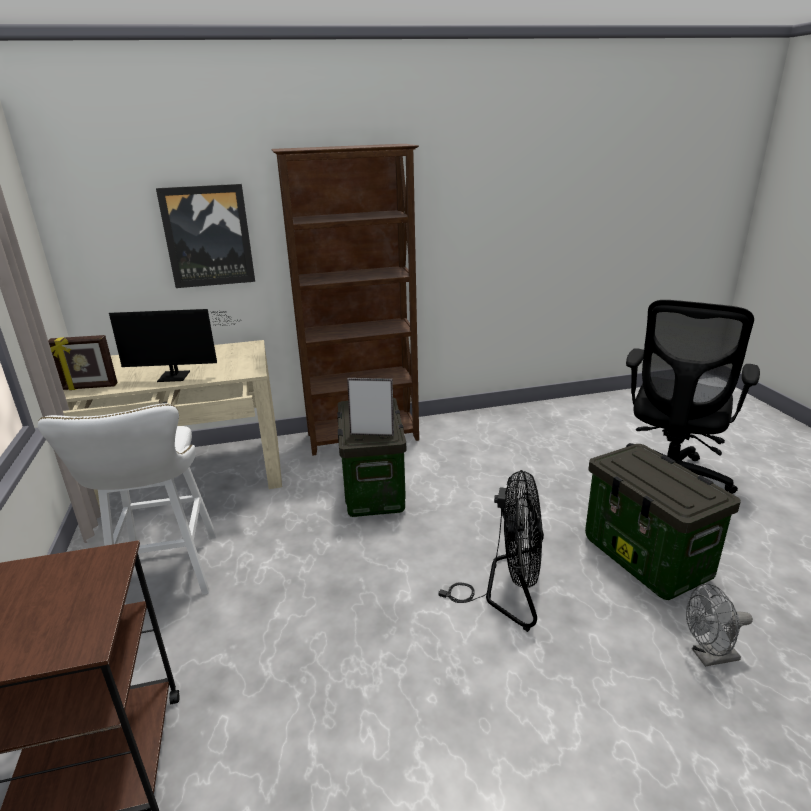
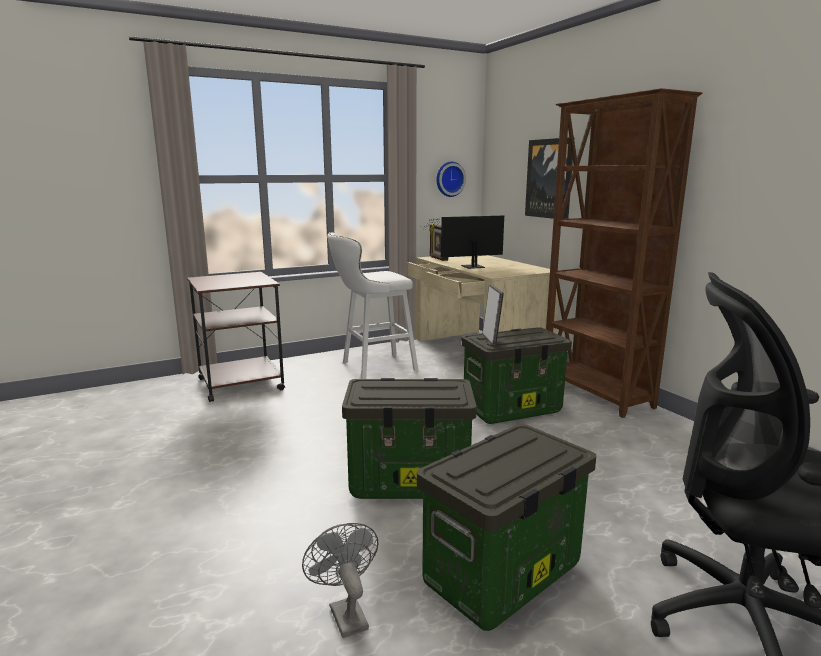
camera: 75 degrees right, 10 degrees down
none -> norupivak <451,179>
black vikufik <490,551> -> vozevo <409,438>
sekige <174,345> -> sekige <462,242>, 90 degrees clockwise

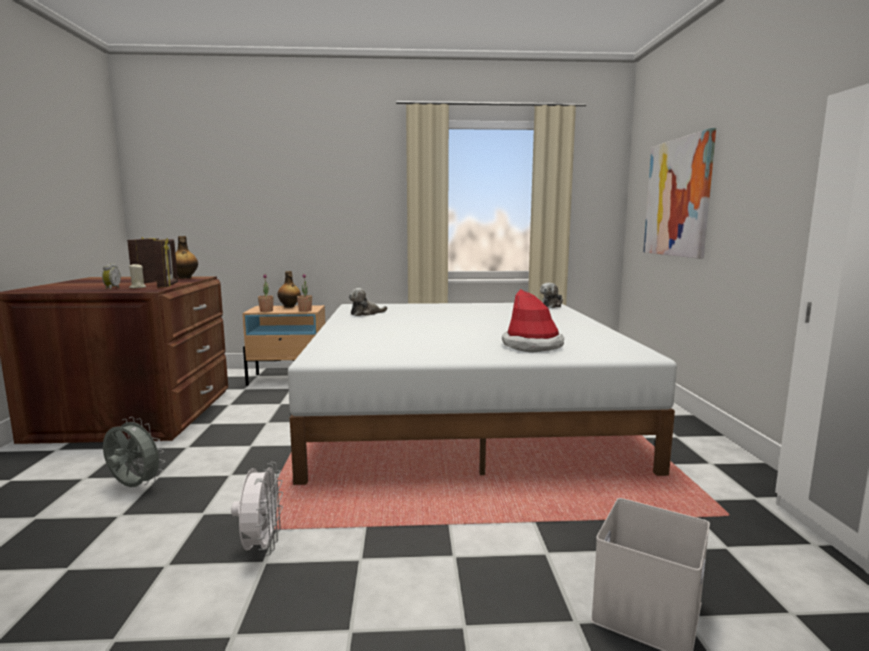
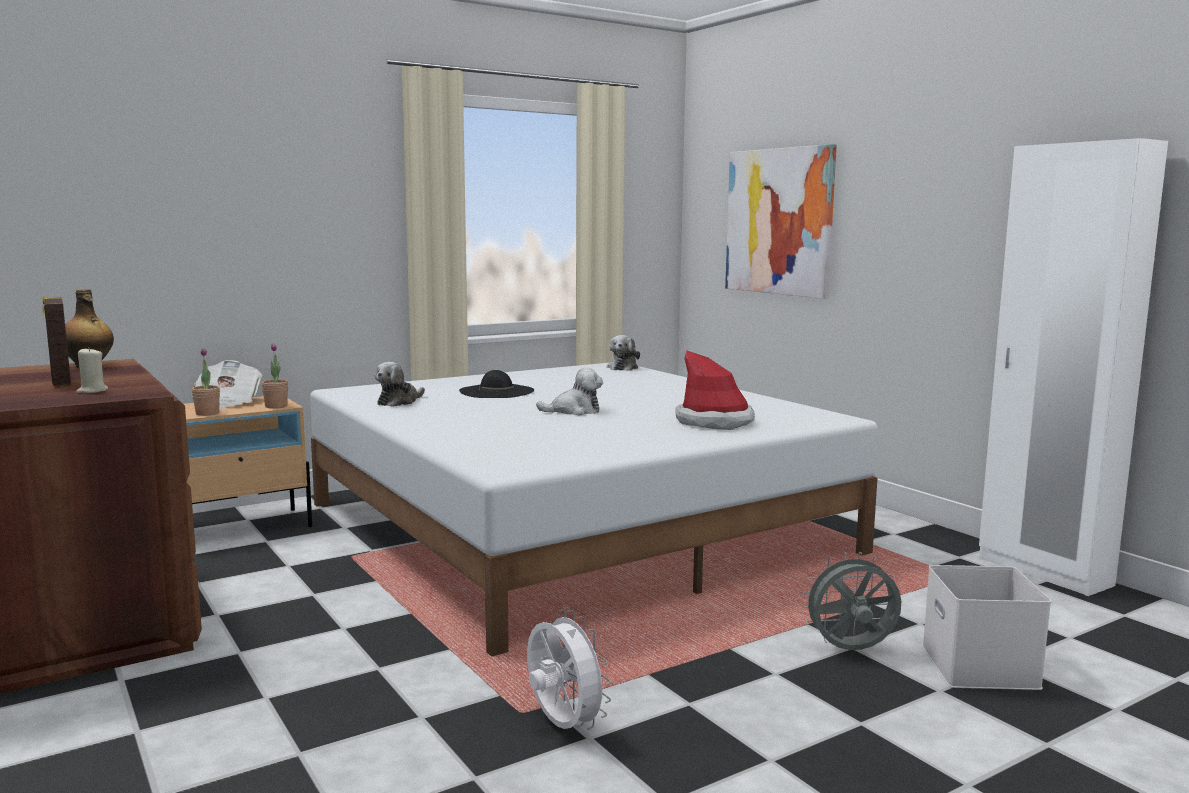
camera: 30 degrees left, 0 degrees up
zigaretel <111,276> -> none
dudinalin <165,262> -> none
none -> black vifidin <496,384>
none -> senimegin <569,392>
grey vikufik <134,452> -> grey vikufik <851,601>, moved
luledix <289,289> -> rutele <228,384>

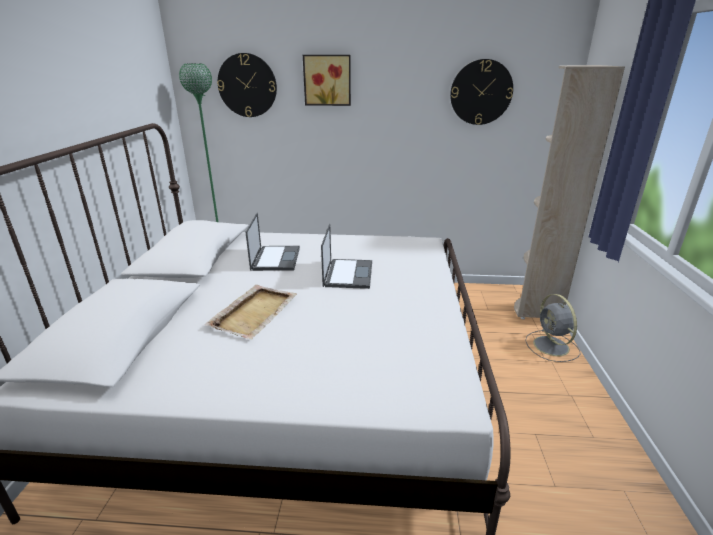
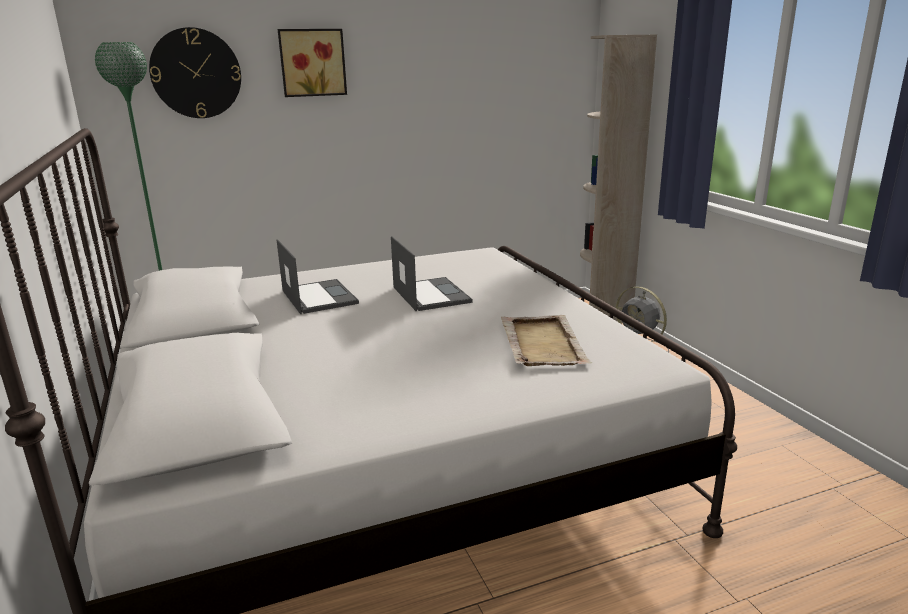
camera: 25 degrees left, 5 degrees down
norupivak <481,92> -> none
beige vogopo <250,312> -> beige vogopo <546,340>, moved

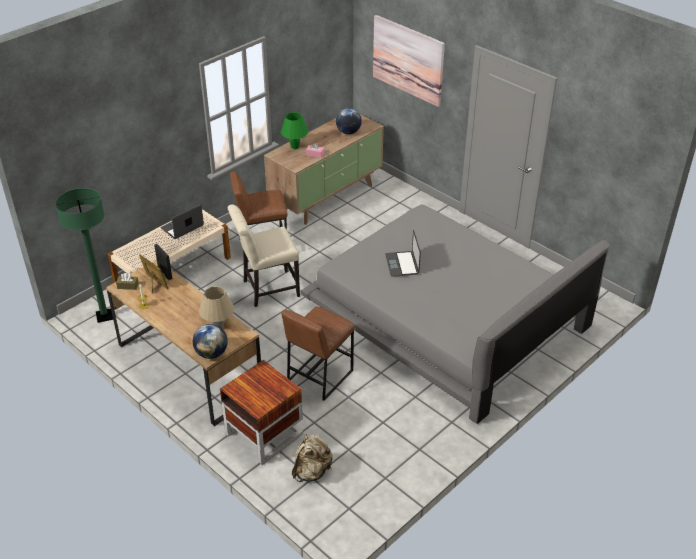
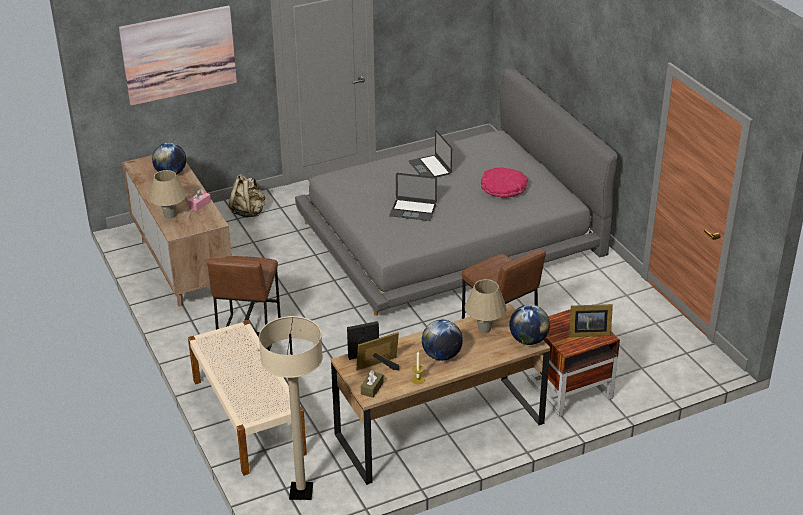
camera: 70 degrees left, 5 degrees down
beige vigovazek <264,256> -> none
none -> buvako <442,340>
none -> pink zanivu <504,182>
none -> dudinalin <591,320>
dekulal <182,221> -> dekulal <430,153>, moved
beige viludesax <312,458> -> beige viludesax <247,196>, moved
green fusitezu <84,255> -> beige fusitezu <291,408>
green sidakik <294,130> -> beige sidakik <167,194>

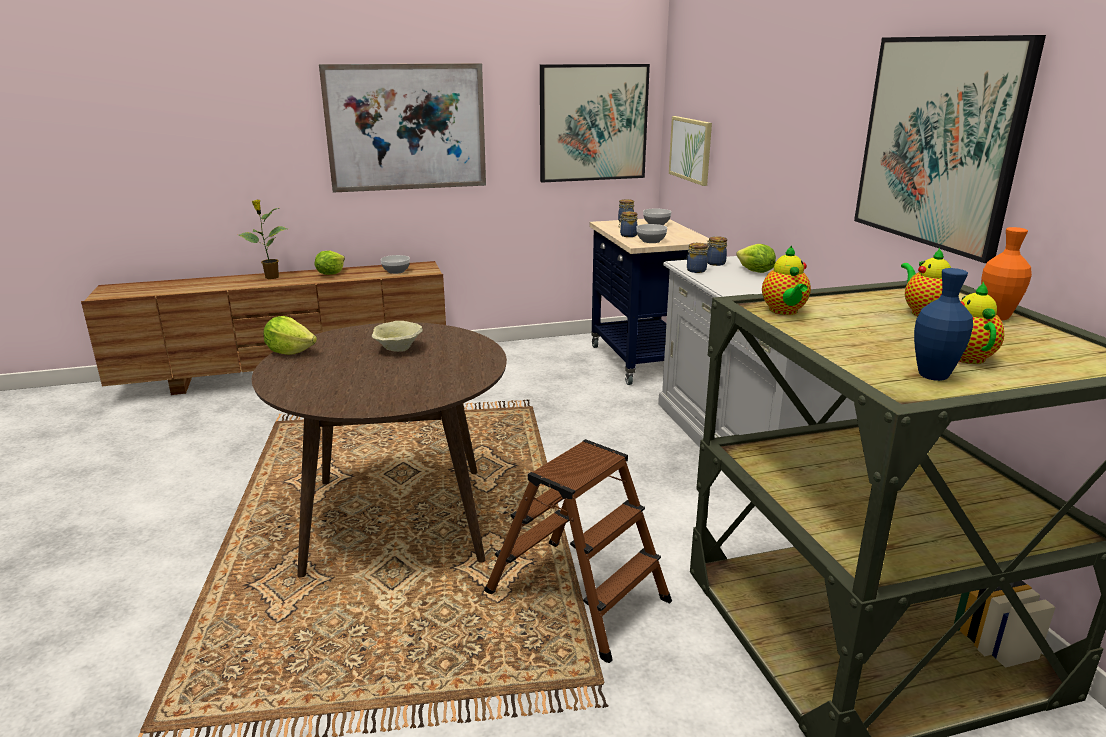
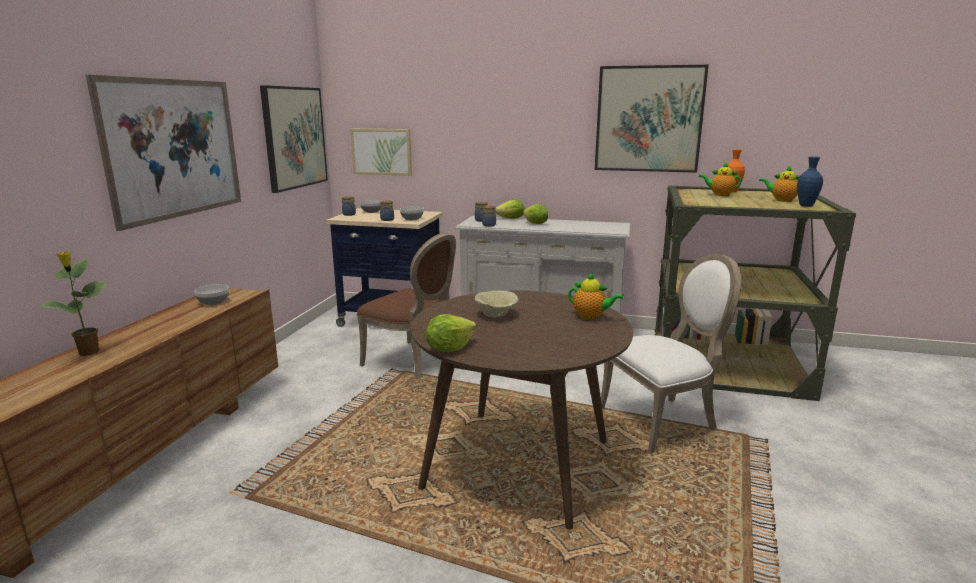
camera: 60 degrees left, 5 degrees down
none -> brown vigovazek <406,306>
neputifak <330,263> -> neputifak <535,214>, moved
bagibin <786,280> -> bagibin <596,296>, moved
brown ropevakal <578,551> -> white vigovazek <671,353>

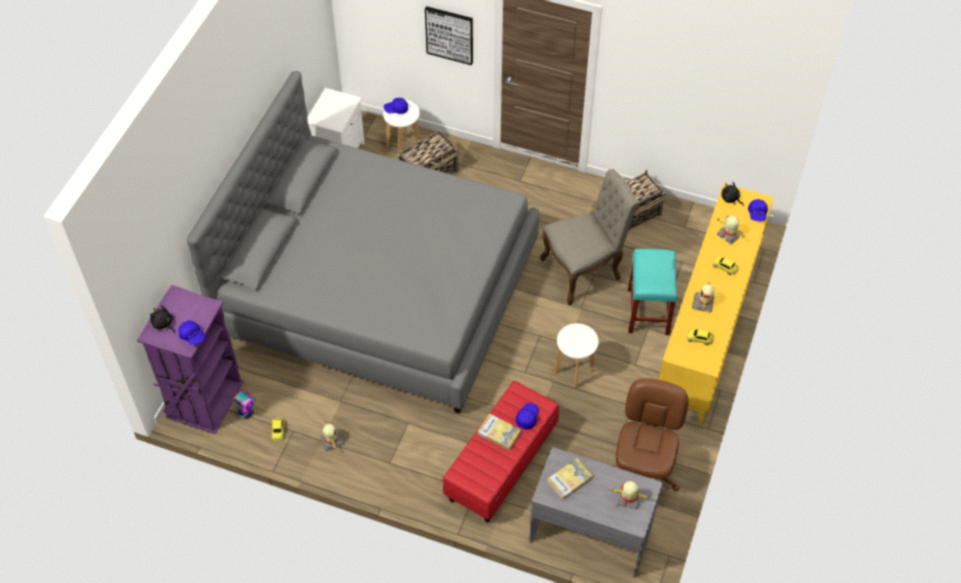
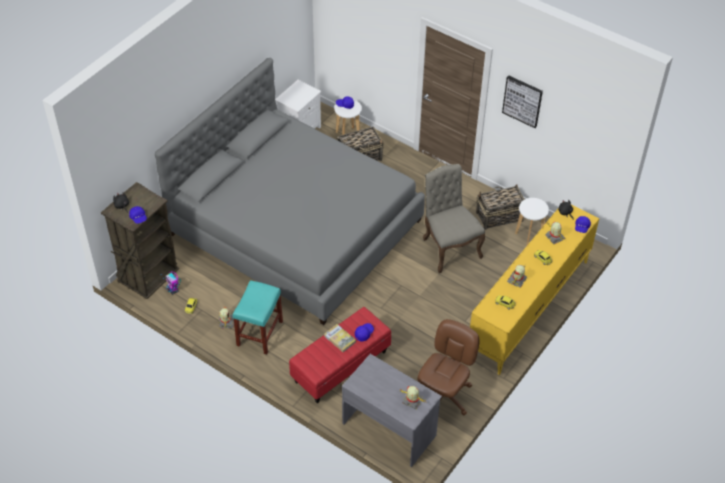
camera: 15 degrees right, 5 degrees down
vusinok <570,479> -> none
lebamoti <449,35> -> lebamoti <522,101>, moved
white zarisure <577,356> -> white zarisure <532,222>, moved
turquoise zarisure <652,292> -> turquoise zarisure <258,317>, moved
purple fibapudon <190,359> -> brown fibapudon <140,240>
grey vigovazek <589,237> -> grey vigovazek <454,218>, 105 degrees counterclockwise

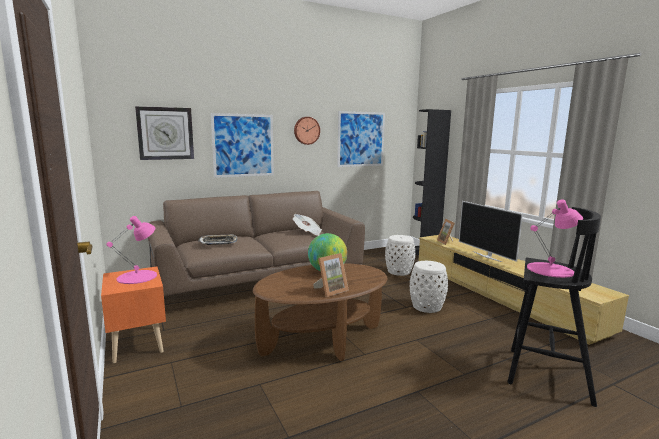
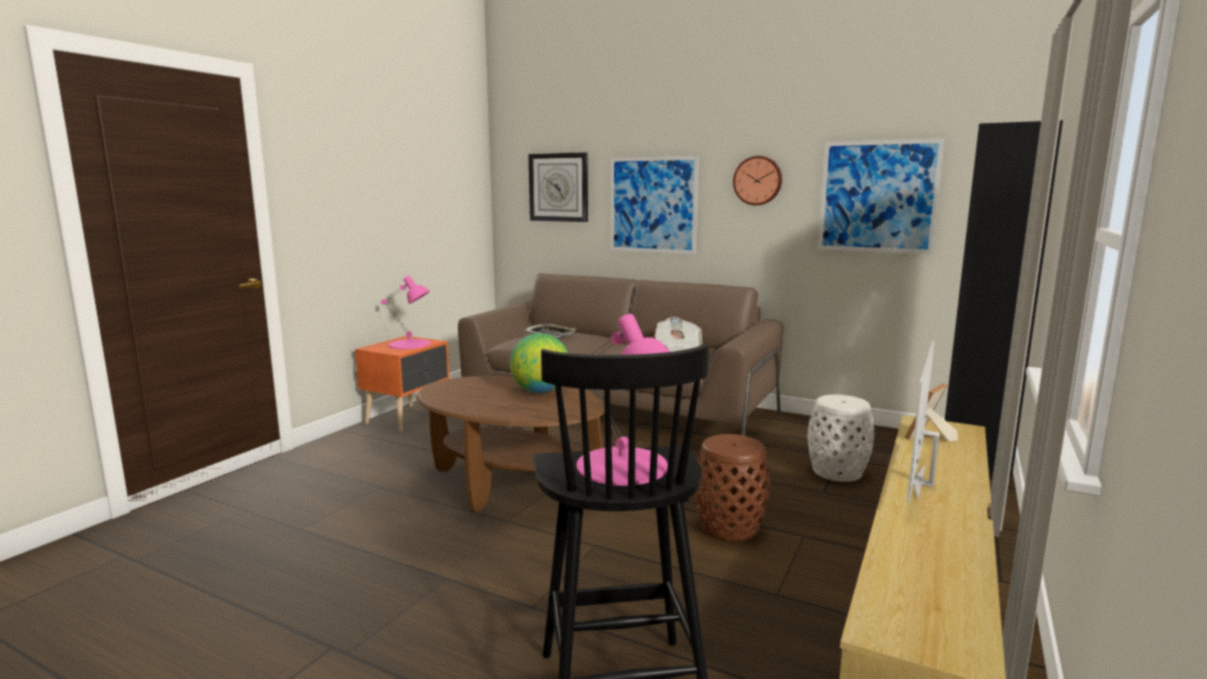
camera: 55 degrees right, 0 degrees up
dudinalin <331,275> -> none
white zarisure <429,287> -> brown zarisure <733,487>

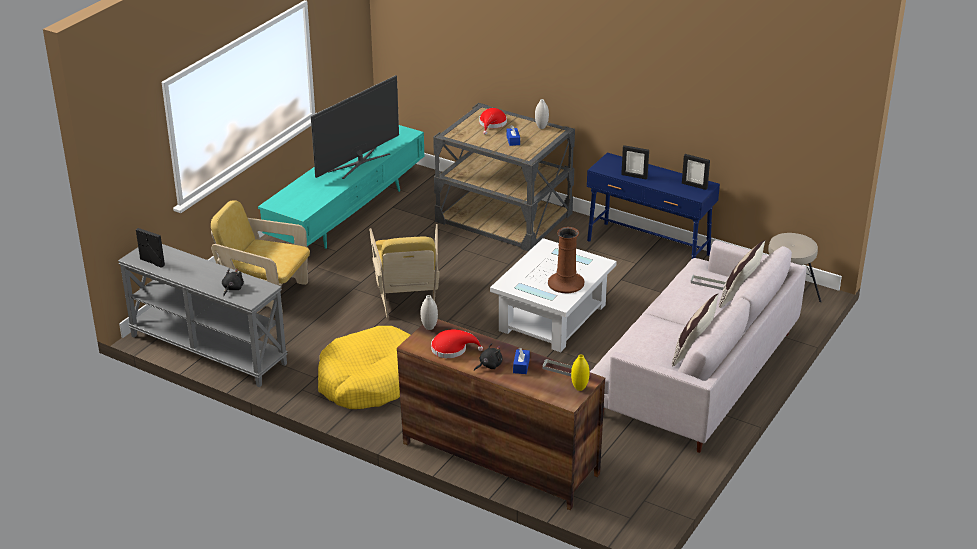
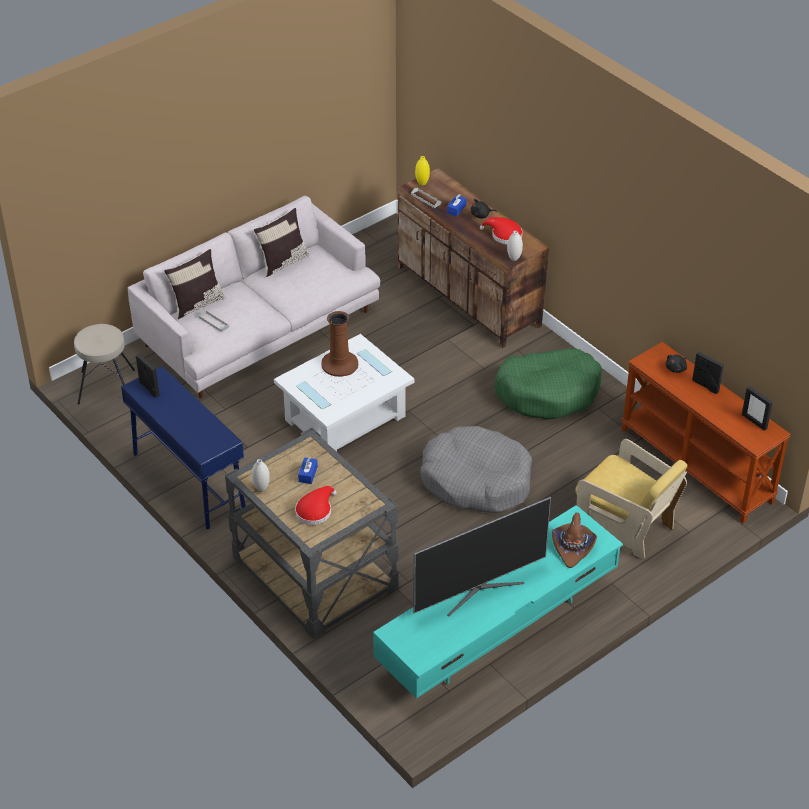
camera: 160 degrees left, 10 degrees up
none -> brown vifidin <574,540>
dudinalin <635,162> -> dudinalin <708,373>, moved
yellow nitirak <404,271> -> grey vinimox <476,469>
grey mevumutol <203,315> -> brown mevumutol <706,433>
yellow vinimox <364,367> -> green vinimox <548,384>

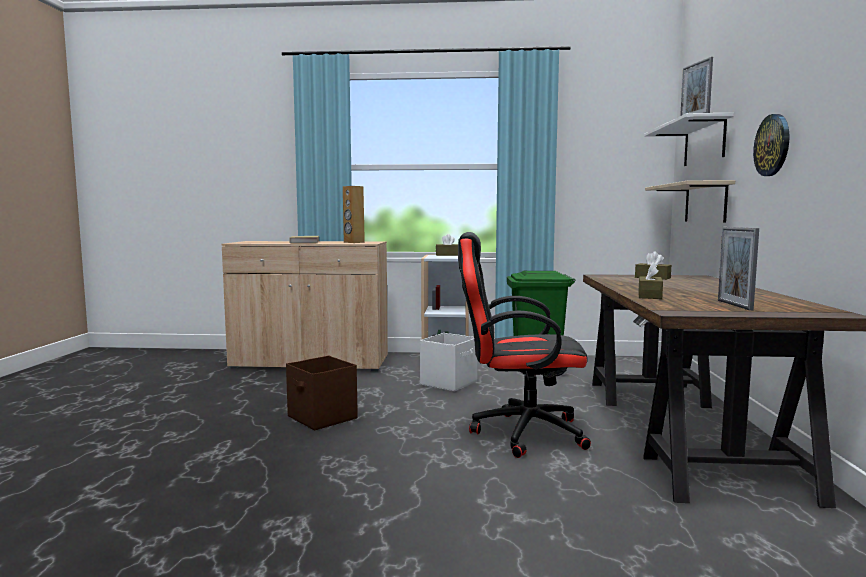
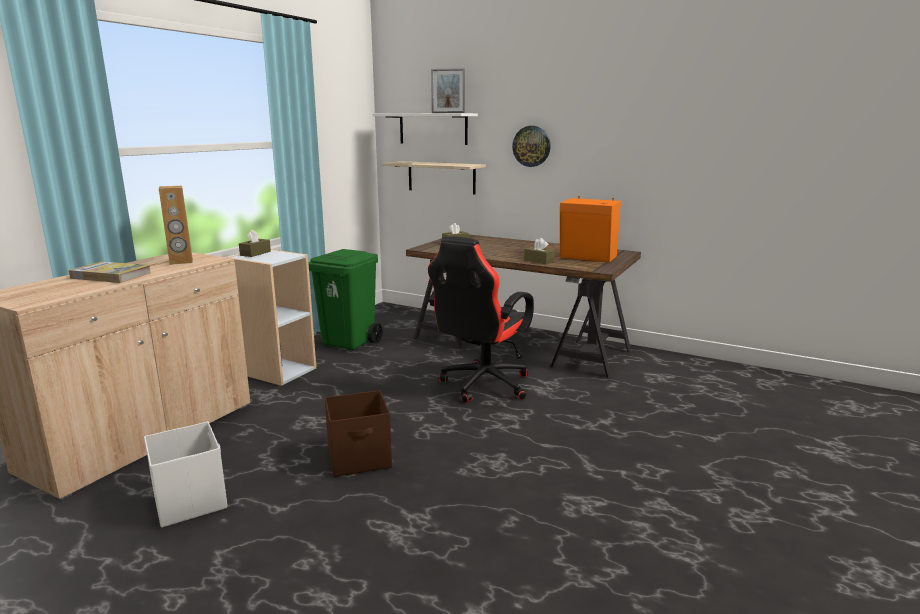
camera: 65 degrees left, 10 degrees up
white vozevo <449,362> -> white vozevo <186,474>, moved
dudinalin <738,269> -> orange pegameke <590,229>

